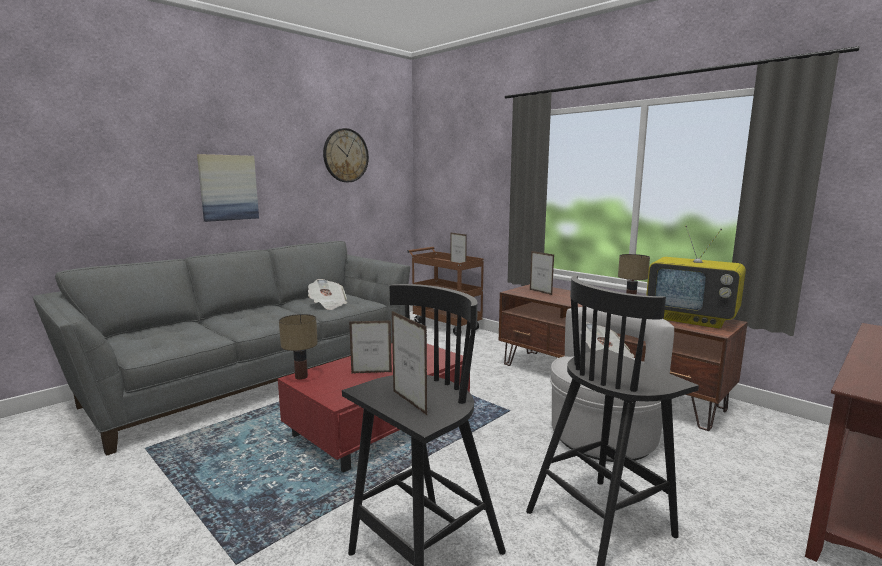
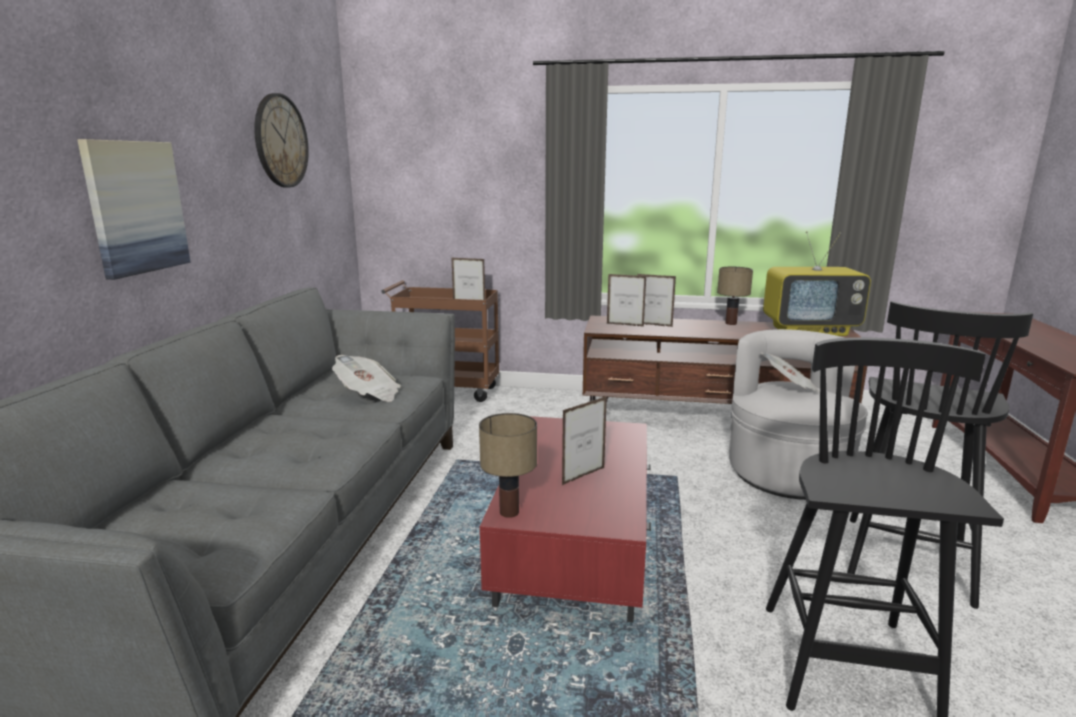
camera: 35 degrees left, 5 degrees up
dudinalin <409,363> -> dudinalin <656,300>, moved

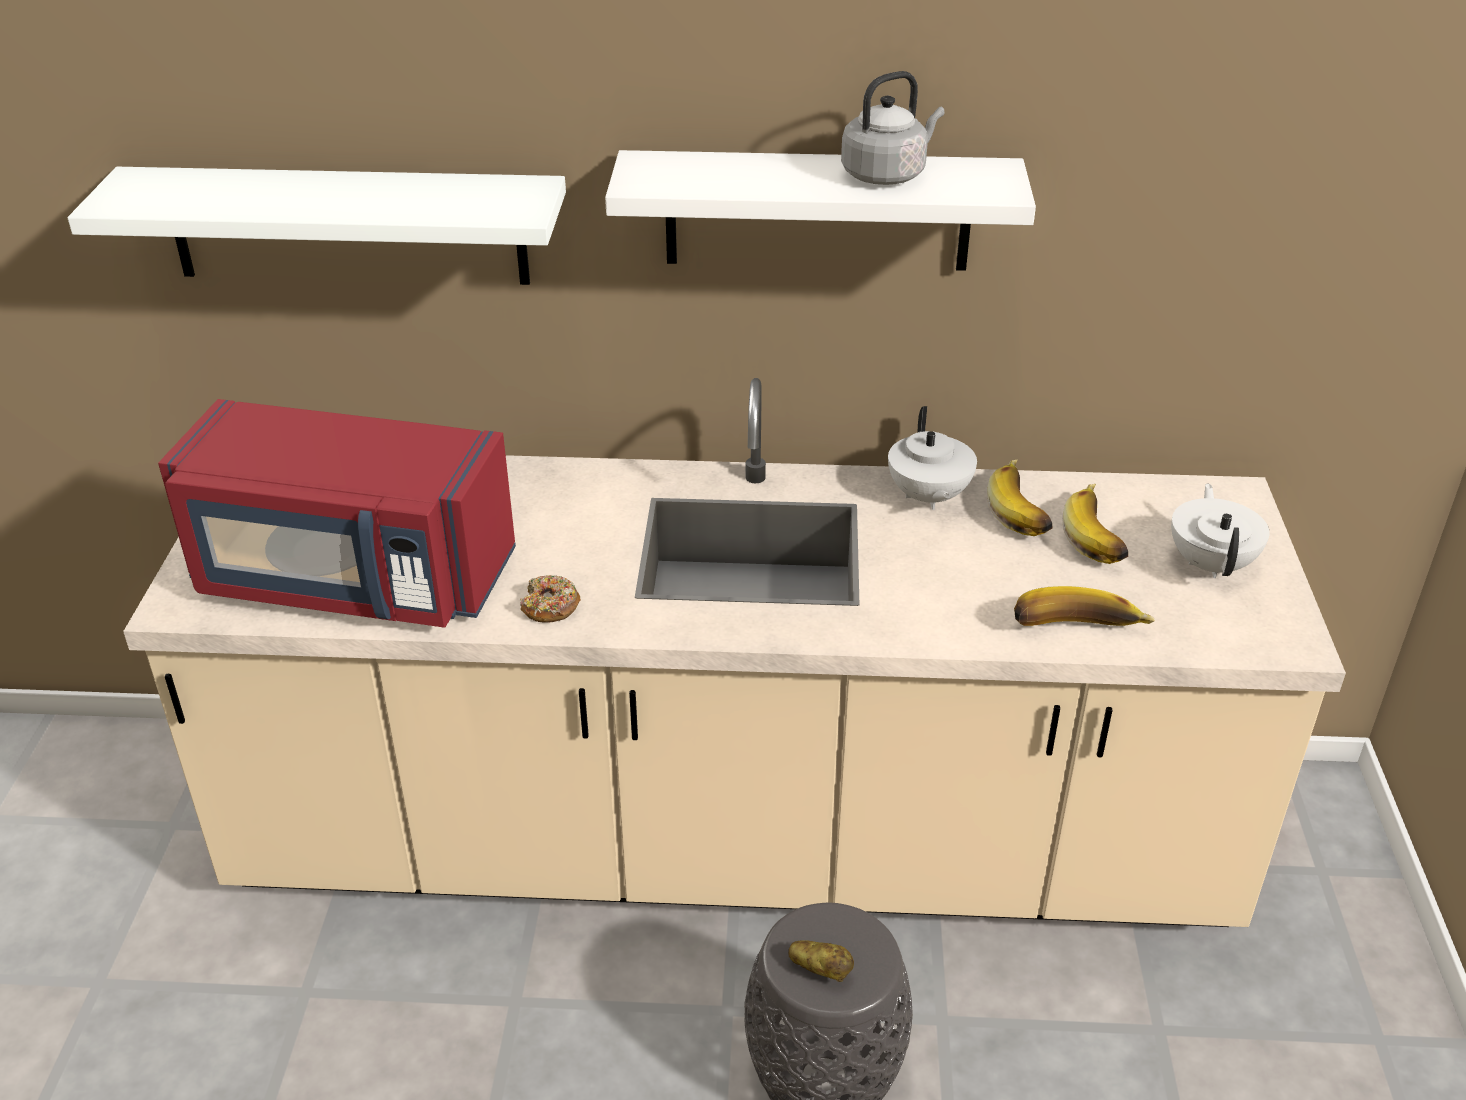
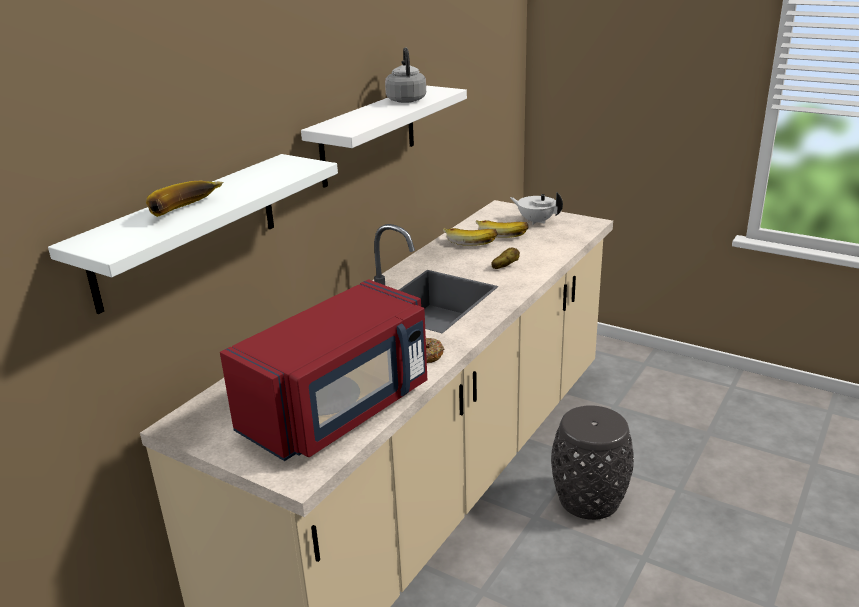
camera: 60 degrees left, 10 degrees down
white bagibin <932,458> -> none
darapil <821,961> -> darapil <505,258>, moved
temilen <1084,606> -> temilen <184,199>, moved

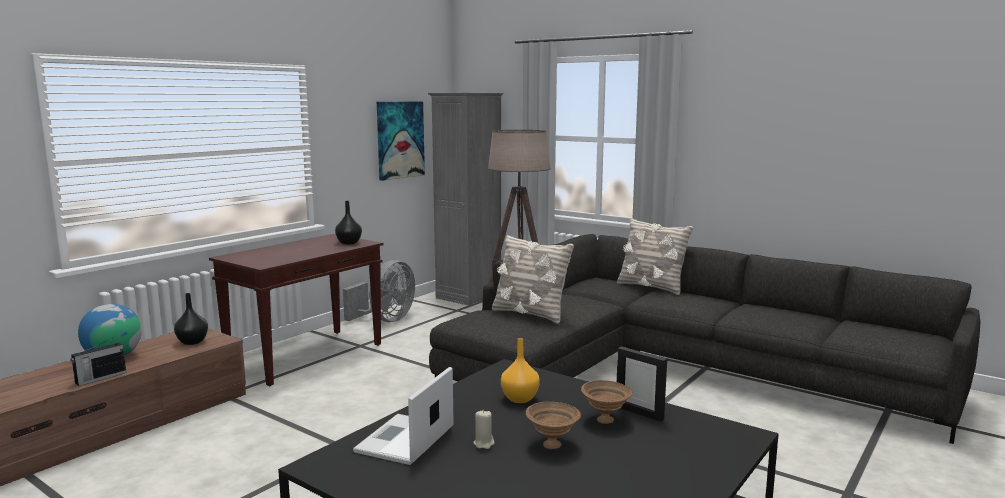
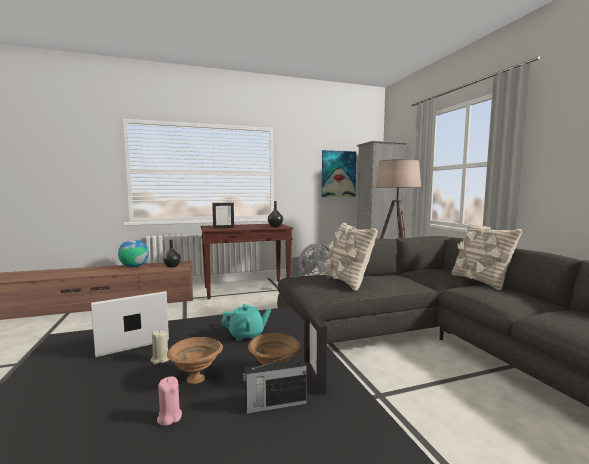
camera: 35 degrees right, 5 degrees down
none -> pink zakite <169,401>
none -> dudinalin <223,215>
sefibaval <98,361> -> sefibaval <275,384>, moved
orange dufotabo <520,370> -> turquoise bagibin <246,322>

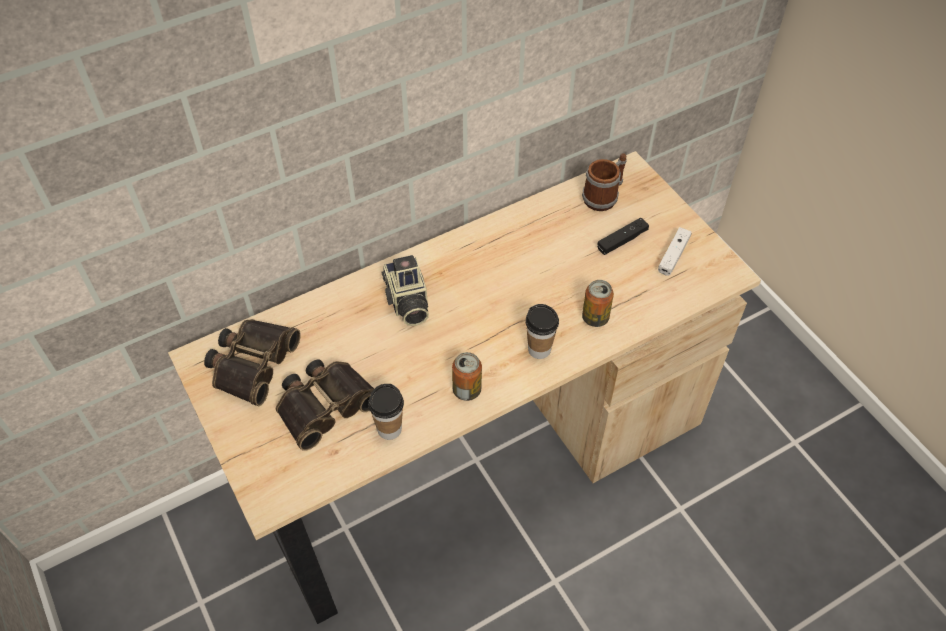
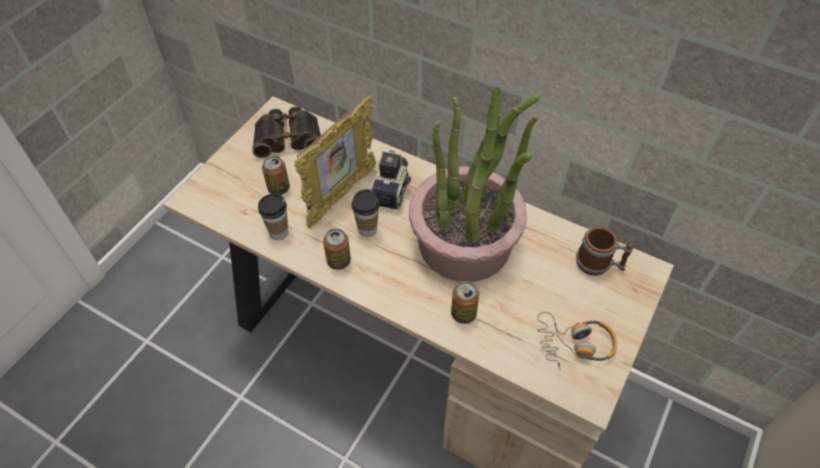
camera: 60 degrees right, 0 degrees up
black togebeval <623,236> -> none
none -> dudinalin <335,162>
none -> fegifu <475,184>
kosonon <542,331> -> kosonon <366,213>, moved
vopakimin <325,405> -> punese <276,175>
white togebeval <675,251> -> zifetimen <577,341>
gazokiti <405,290> -> gazokiti <391,180>, 150 degrees clockwise

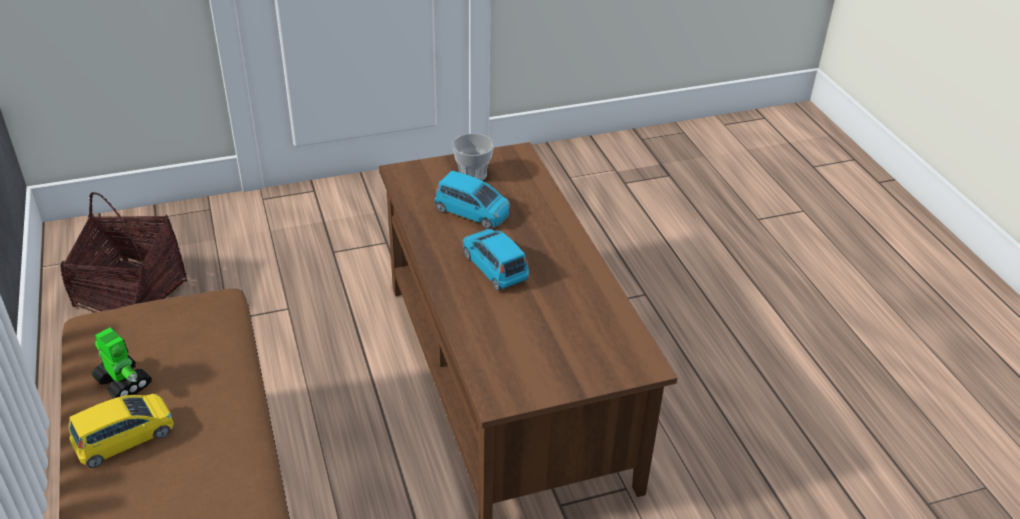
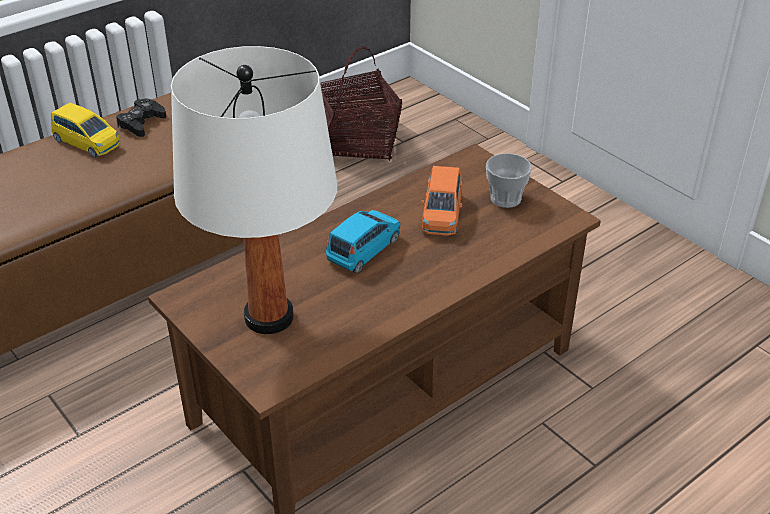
camera: 70 degrees right, 0 degrees up
none -> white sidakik <254,190>
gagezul <122,362> -> black togebeval <141,118>
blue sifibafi <472,200> -> orange sifibafi <442,201>

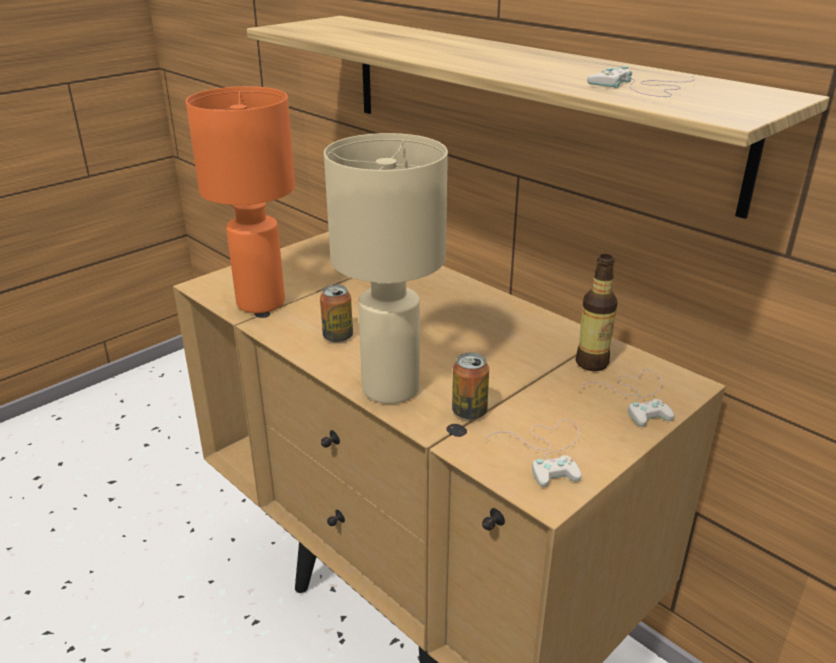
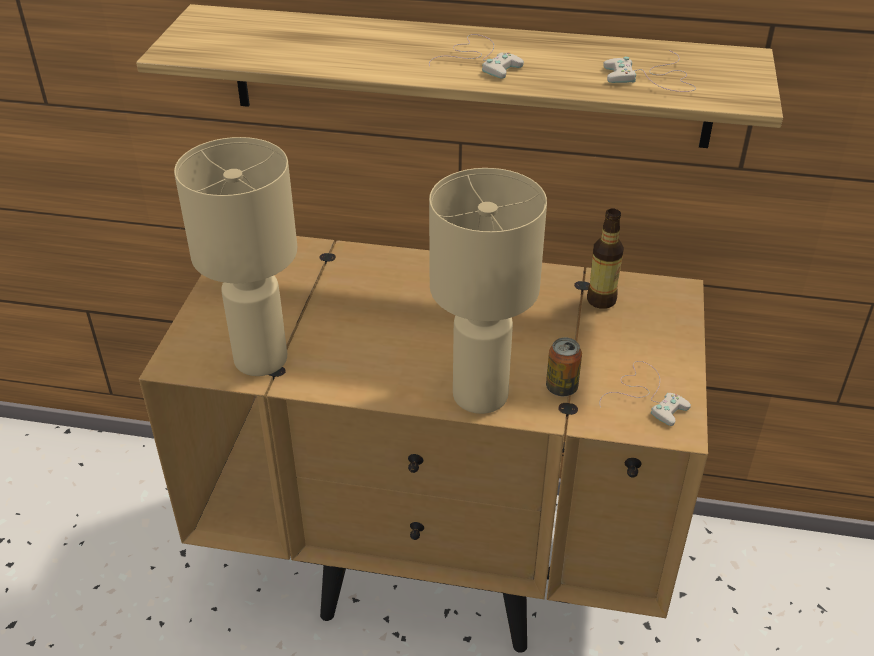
camera: 35 degrees left, 10 degrees up
punese <336,314> -> none
white togebeval <626,398> -> white togebeval <476,56>, moved
orange sidakik <240,199> -> beige sidakik <235,256>

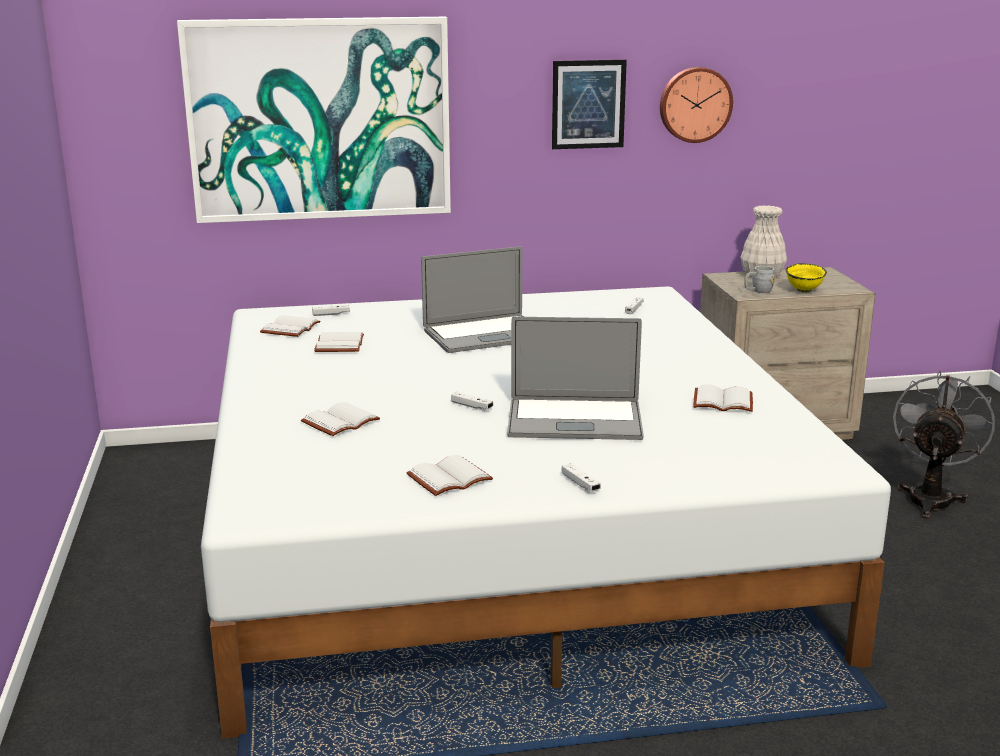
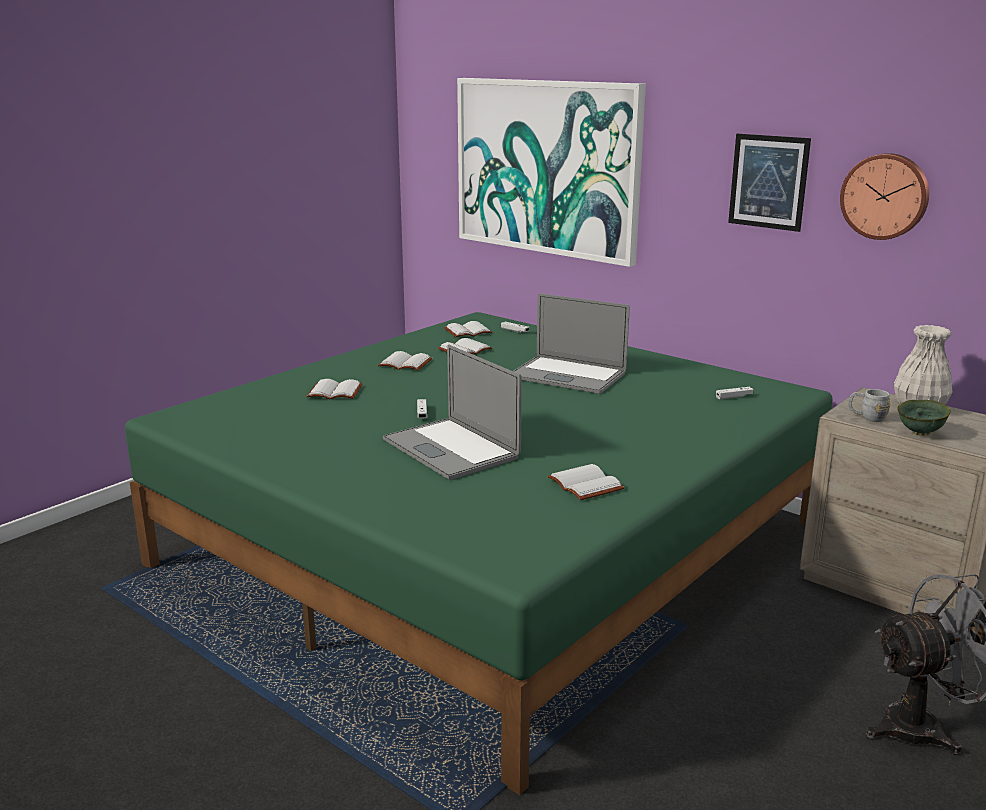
camera: 50 degrees right, 0 degrees up
white togebeval <581,477> -> none
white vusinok <449,475> -> white vusinok <405,360>, moved
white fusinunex <546,512> -> green fusinunex <479,553>
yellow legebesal <806,278> -> green legebesal <924,418>

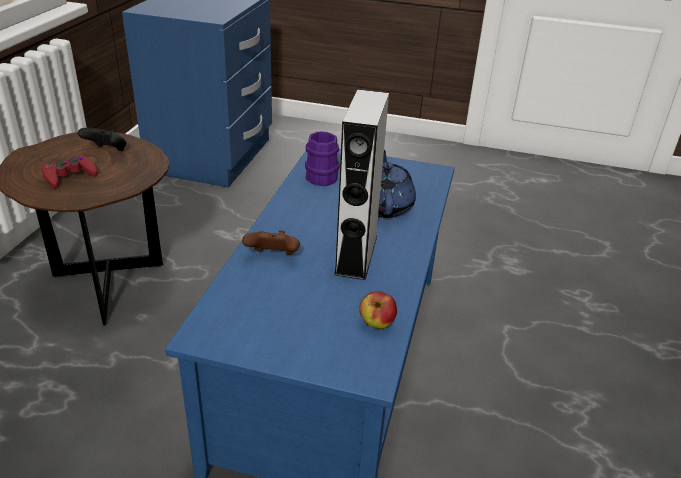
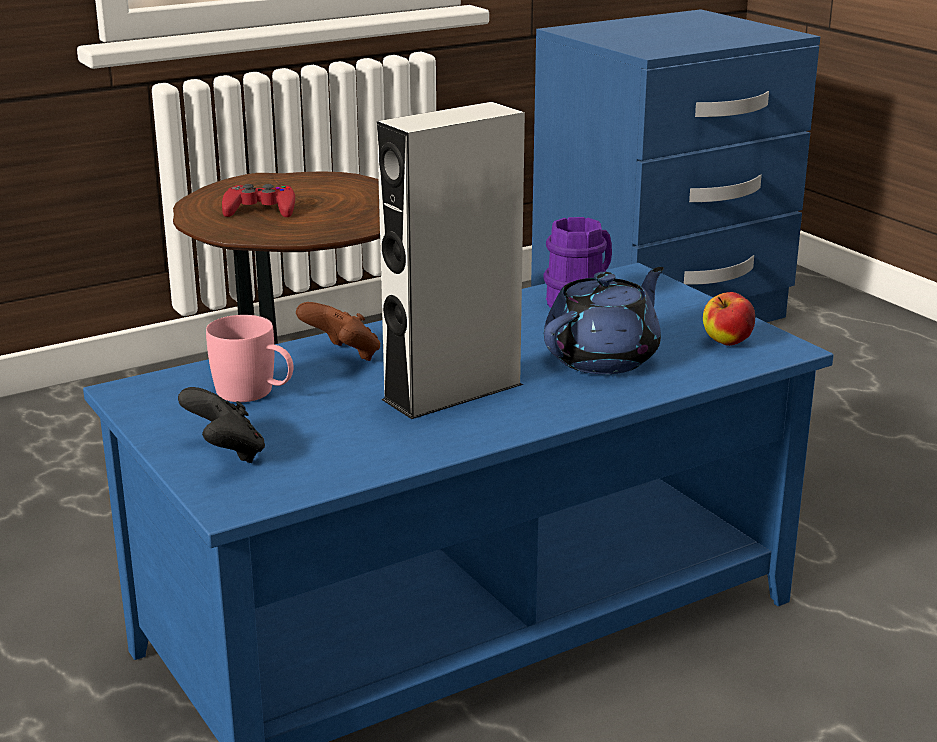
camera: 45 degrees right, 10 degrees down
none -> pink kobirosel <249,358>
black togebeval <102,139> -> black togebeval <221,425>, moved
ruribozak <378,310> -> ruribozak <729,319>, moved

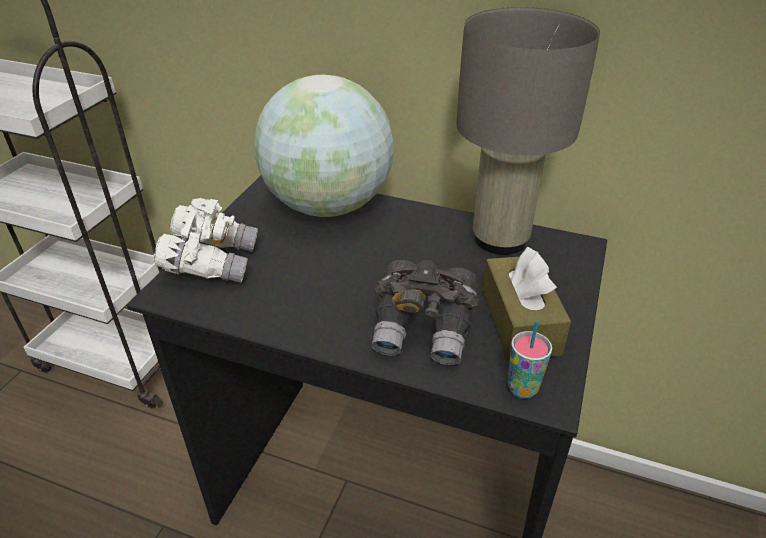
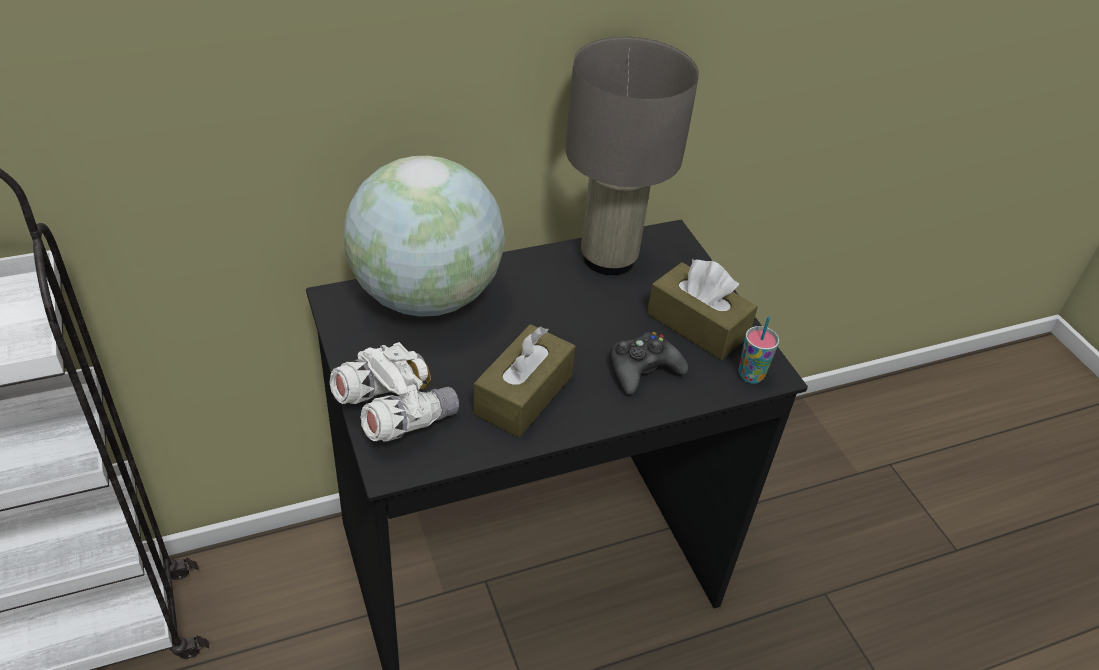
camera: 45 degrees left, 5 degrees up
none -> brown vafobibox <524,380>
grey vopakimin <425,312> -> black togebeval <649,363>

